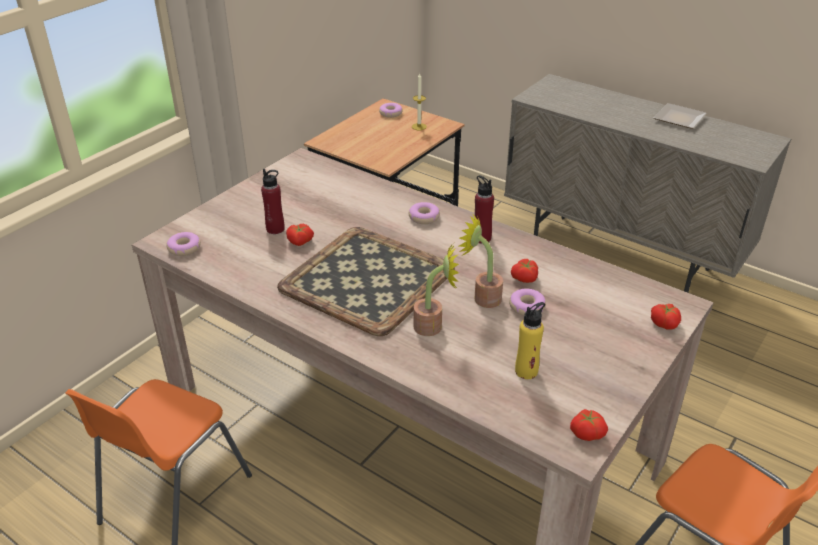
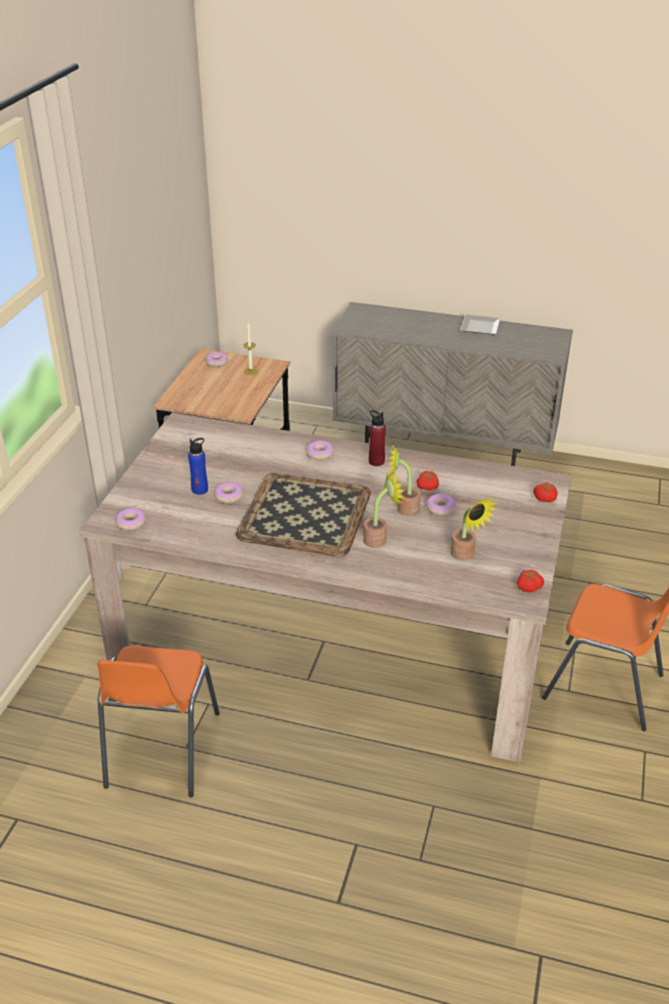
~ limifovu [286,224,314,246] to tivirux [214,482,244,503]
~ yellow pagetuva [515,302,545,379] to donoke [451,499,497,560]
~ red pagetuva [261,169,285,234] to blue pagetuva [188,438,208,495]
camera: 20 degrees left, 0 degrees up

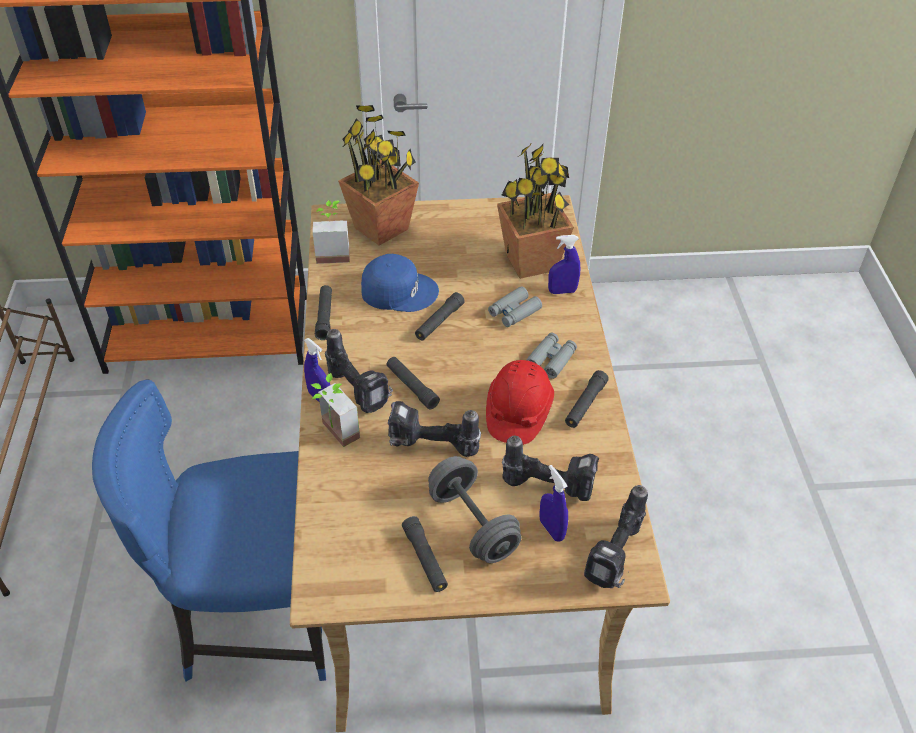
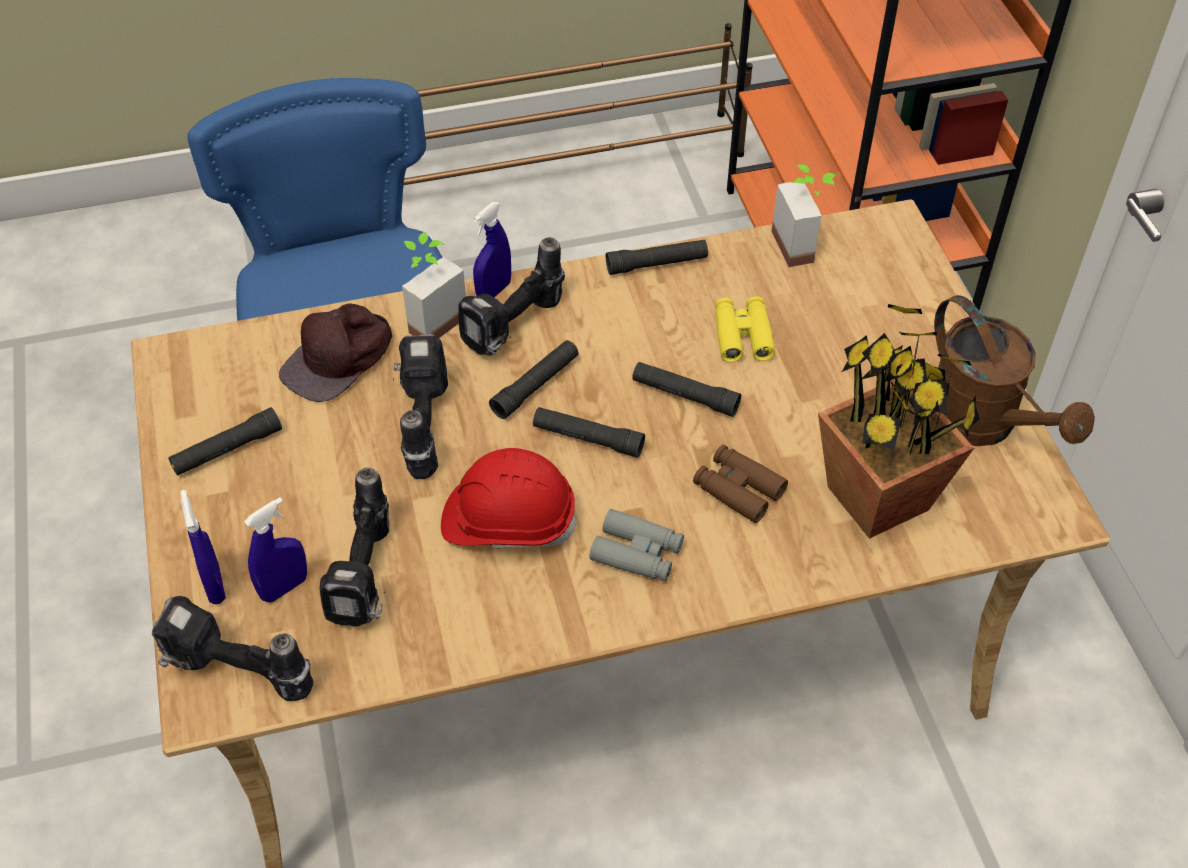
- donoke [338,105,419,246]
- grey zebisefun [428,456,521,563]
+ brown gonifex [279,303,392,402]
+ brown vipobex [934,295,1095,446]
~ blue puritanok [548,235,580,294] to [181,490,226,604]
~ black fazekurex [565,370,609,428] to [533,407,645,458]
~ blue gonifex [361,254,439,312] to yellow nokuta [715,296,775,362]
~ grey nokuta [488,286,542,327] to brown nokuta [693,445,788,523]
camera: 80 degrees right, 5 degrees up

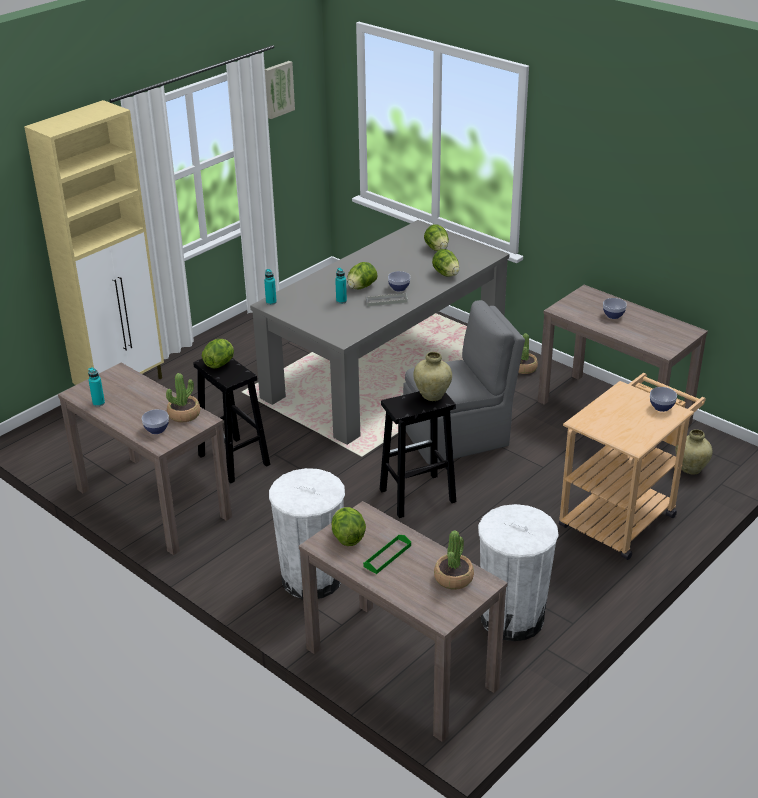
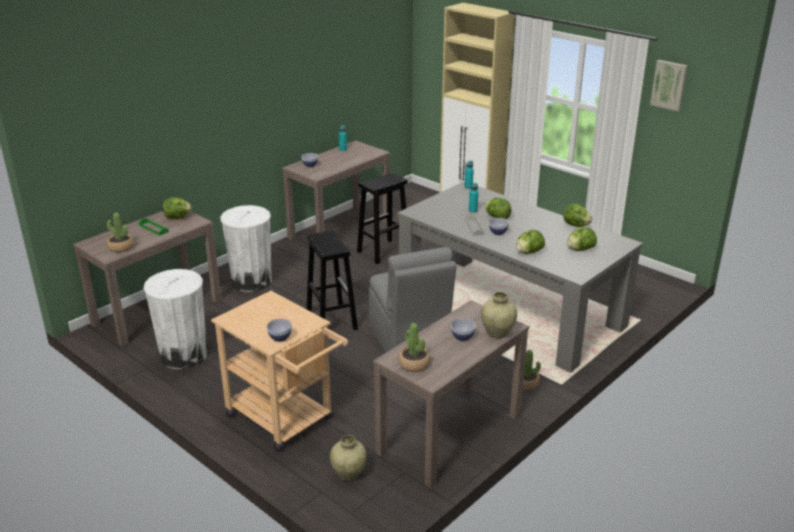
~ donoke [166,373,200,422] to [398,323,431,372]
~ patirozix [202,339,234,368] to [564,204,592,227]
~ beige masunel [413,352,452,401] to [481,292,517,339]
camera: 90 degrees right, 5 degrees down

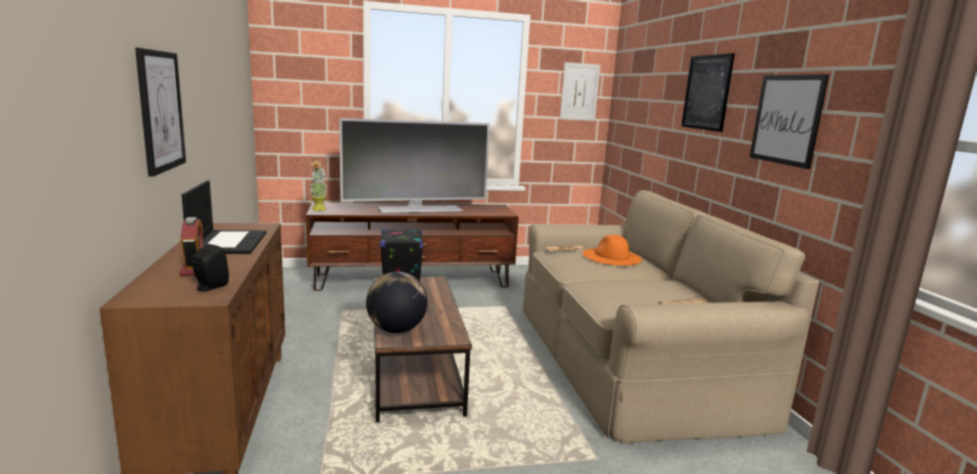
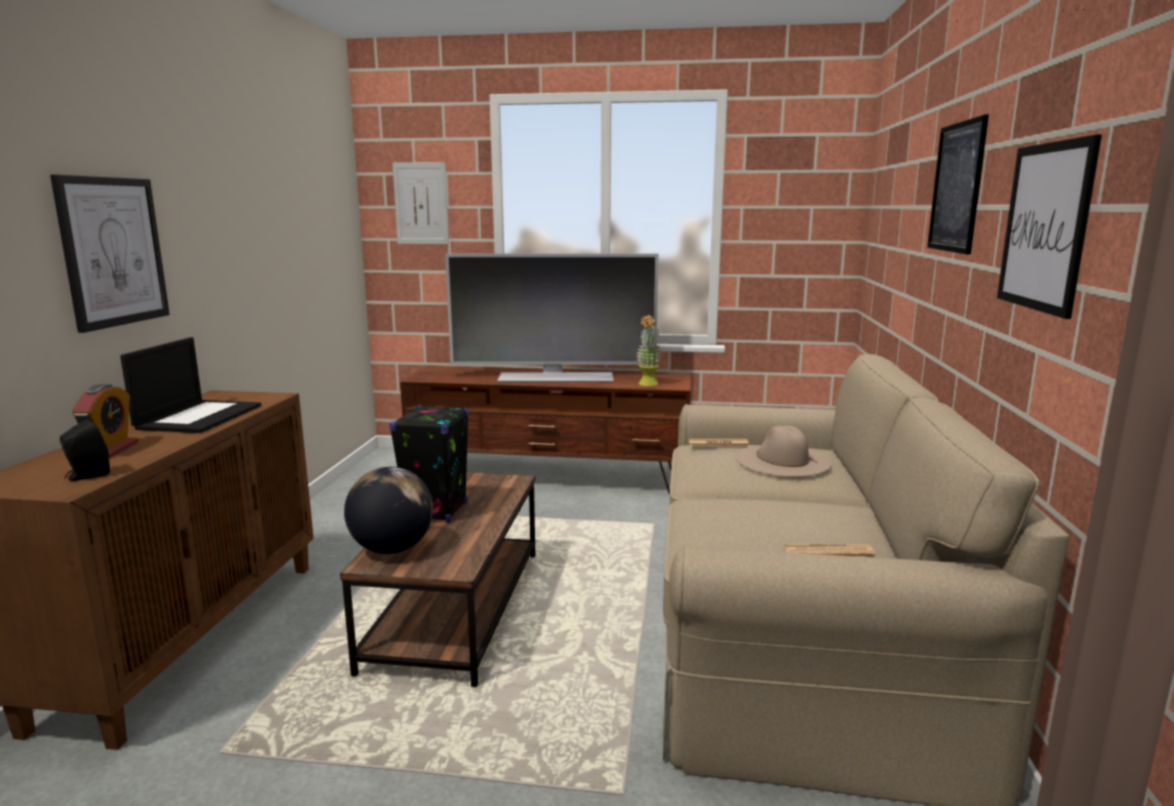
~ donoke [310,159,328,211] to [636,314,662,386]
~ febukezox [560,62,600,121] to [392,162,449,244]
~ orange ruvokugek [583,235,642,266] to beige ruvokugek [736,426,831,477]
camera: 20 degrees right, 0 degrees up

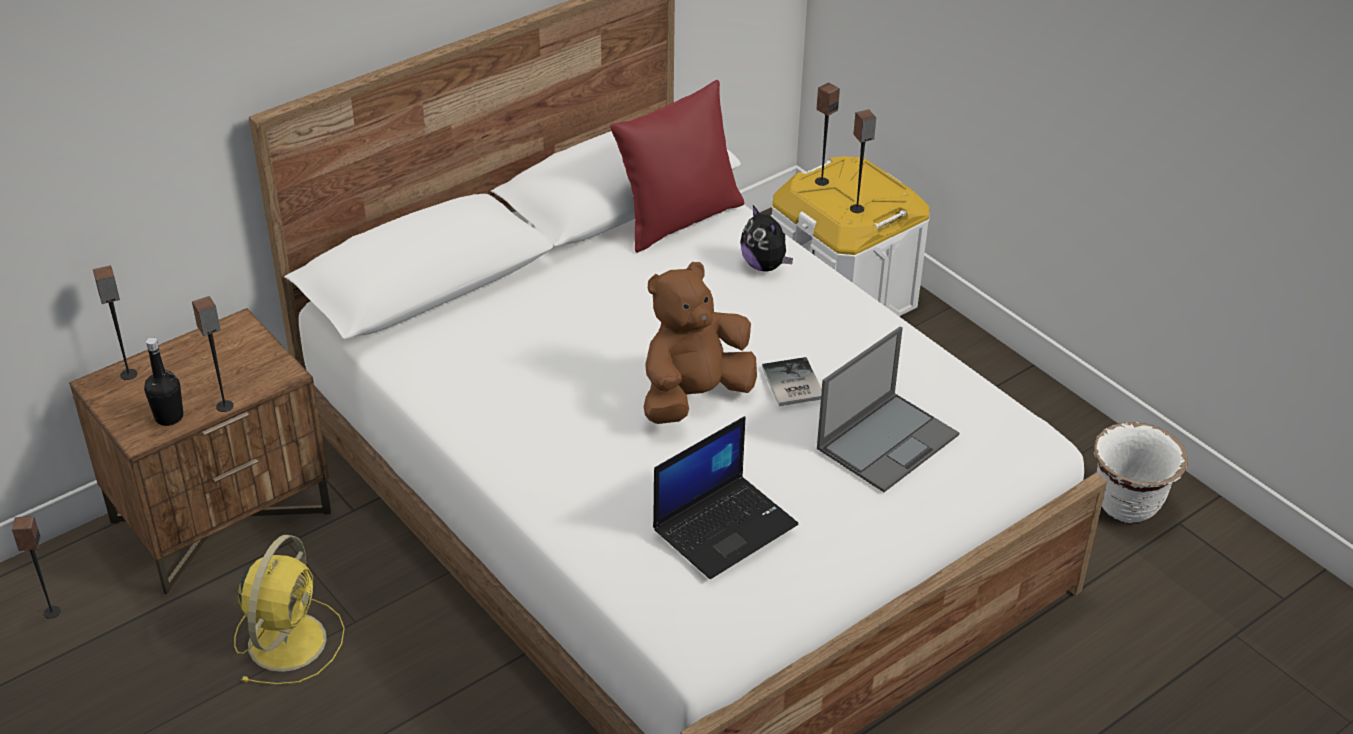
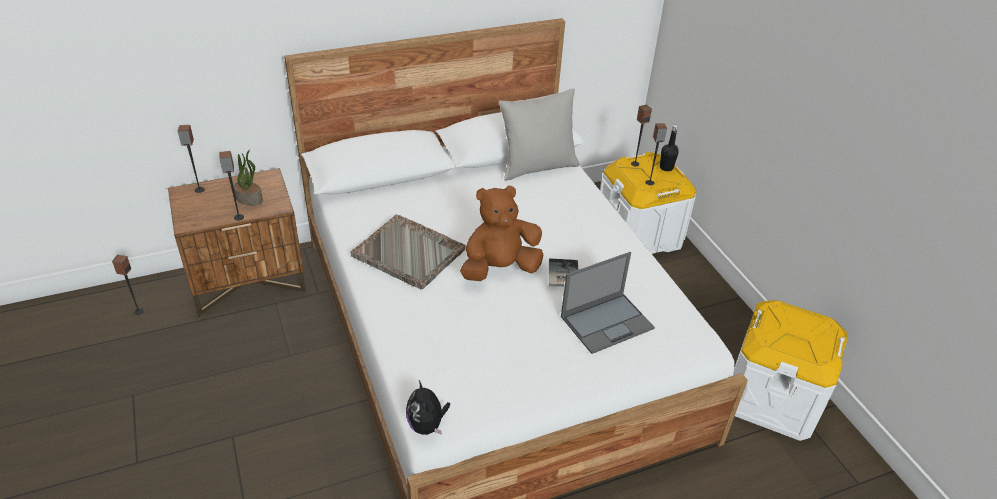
- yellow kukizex [234,535,345,685]
- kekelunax [653,416,798,579]
+ donoke [233,149,263,206]
+ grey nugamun [350,214,466,290]
~ black pagetuva [144,337,183,426] to [660,125,679,171]
~ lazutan [740,205,793,272] to [406,380,450,435]
~ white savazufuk [1093,422,1188,523] to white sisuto [733,301,847,441]
~ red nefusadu [610,80,744,253] to grey nefusadu [499,88,579,181]
camera: 15 degrees right, 0 degrees up

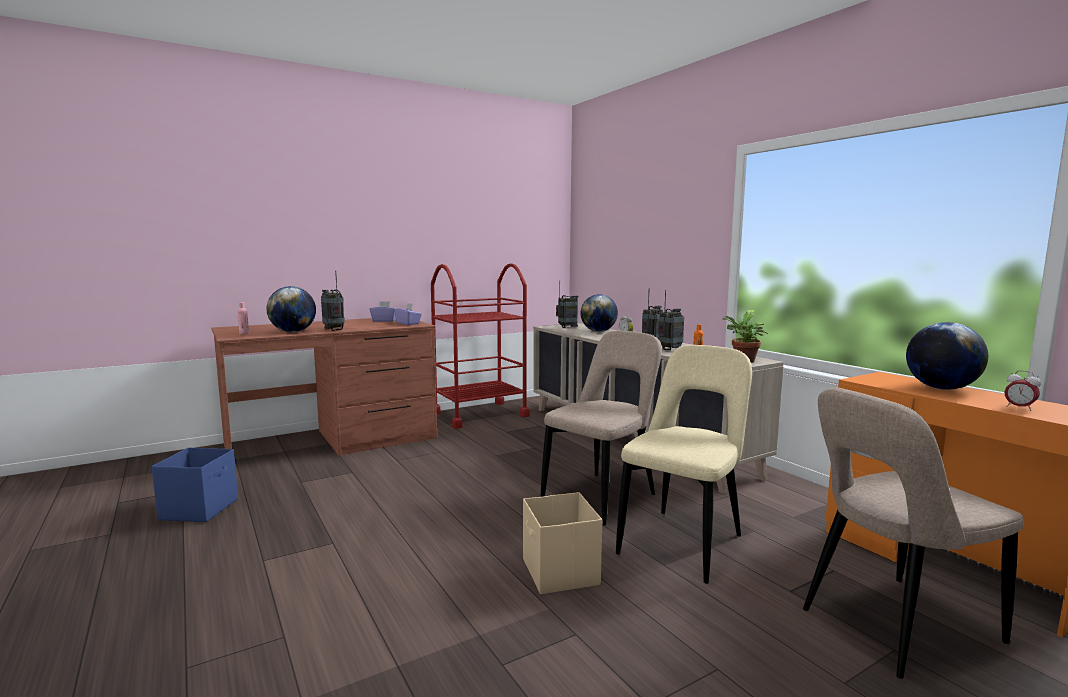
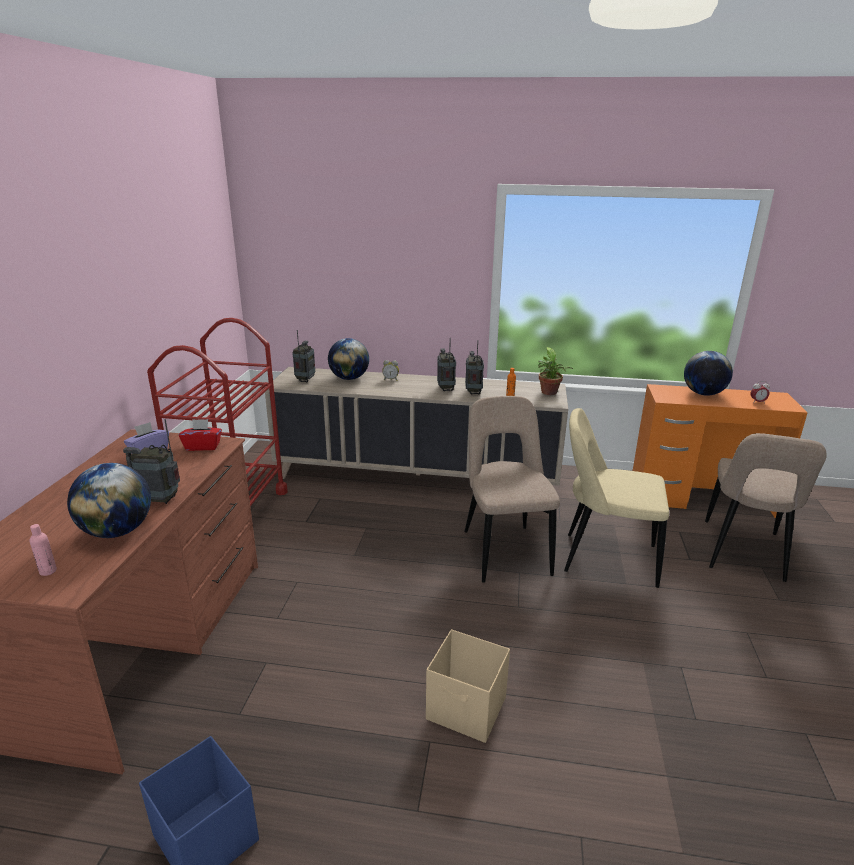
~ beige sisuto [523,492,602,594] to [426,629,510,743]
~ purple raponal [394,303,422,325] to red raponal [179,419,222,451]
~ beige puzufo [616,345,752,584] = [564,408,669,588] 60 degrees counterclockwise
camera: 50 degrees left, 15 degrees up

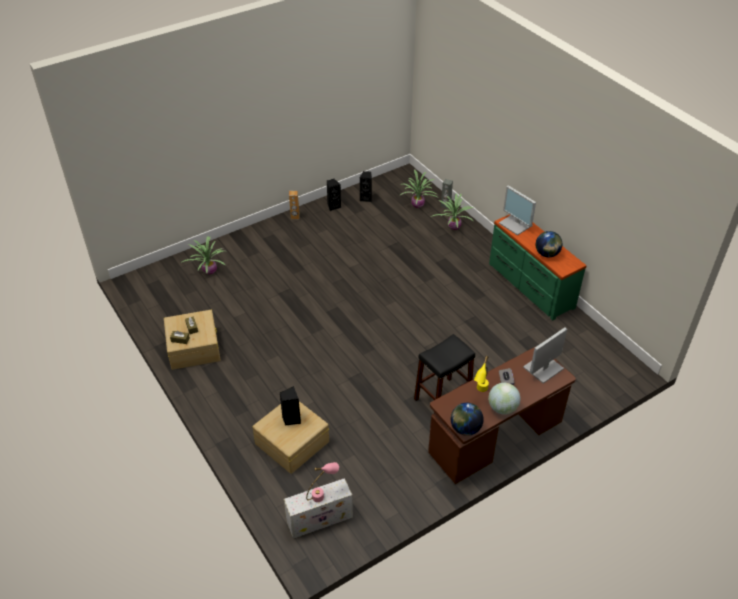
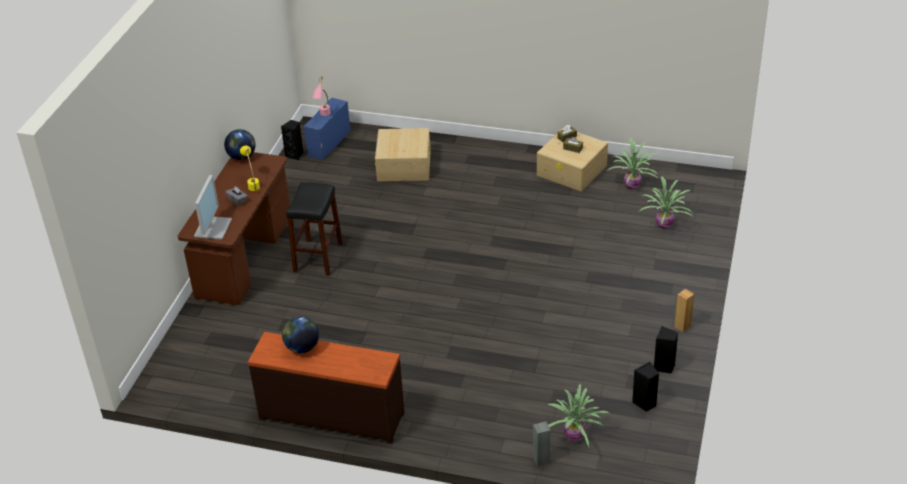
- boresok [488,383,521,415]
- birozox [499,185,536,236]
~ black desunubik [280,386,301,426] to [281,120,304,160]
~ donoke [431,193,474,230] to [607,138,658,189]
~ white sisuto [284,478,353,539] to blue sisuto [304,98,351,160]
~ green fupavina [489,214,587,320] to brown fupavina [248,332,405,444]
camera: 140 degrees right, 5 degrees down

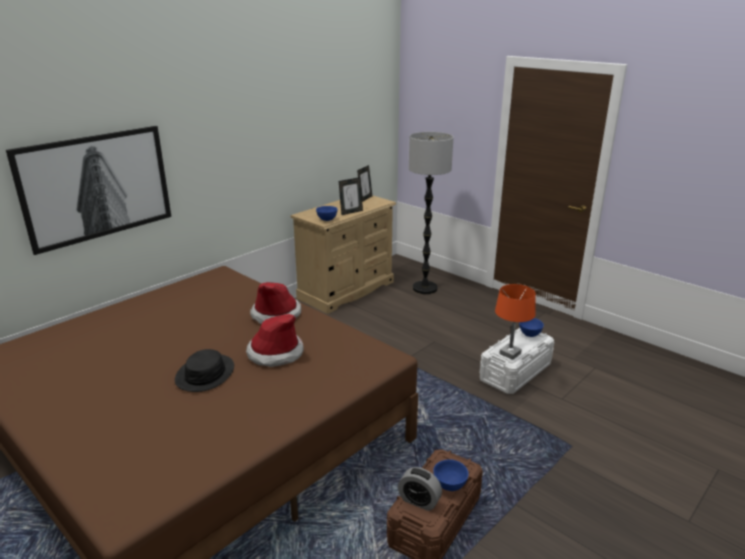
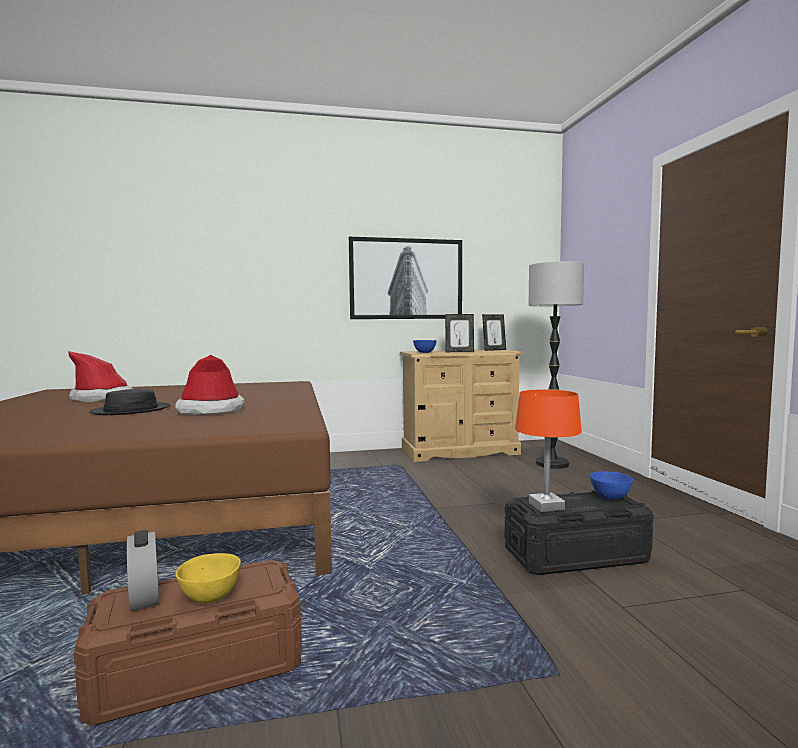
~ febukezox [6,126,171,255] to [349,237,462,319]
~ ruvokugek [250,282,301,324] to [68,351,133,402]
~ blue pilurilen [433,459,469,491] to yellow pilurilen [175,553,241,603]
~ white sisuto [480,328,554,394] to black sisuto [505,490,653,575]
camera: 35 degrees right, 20 degrees down

